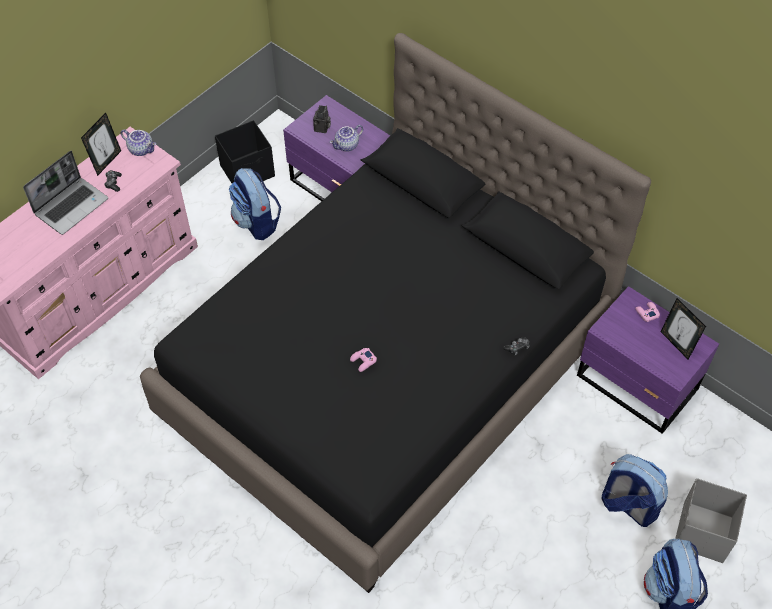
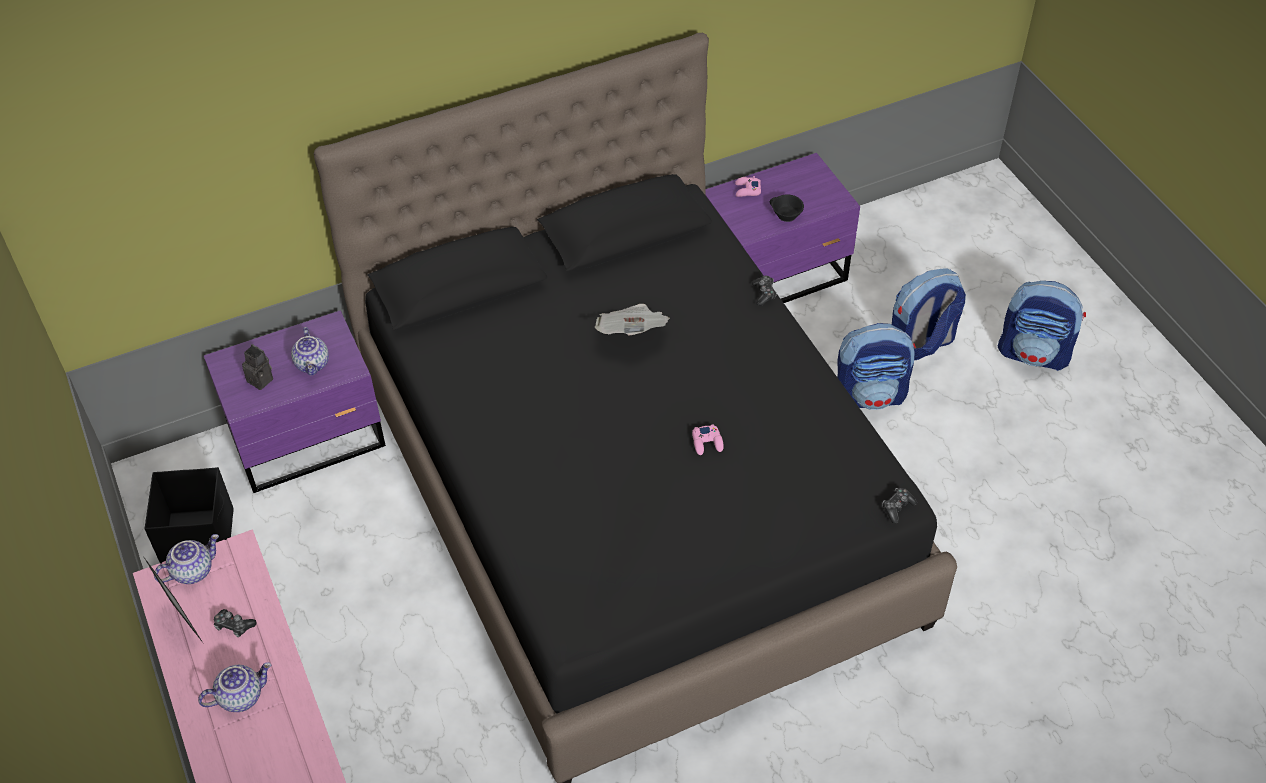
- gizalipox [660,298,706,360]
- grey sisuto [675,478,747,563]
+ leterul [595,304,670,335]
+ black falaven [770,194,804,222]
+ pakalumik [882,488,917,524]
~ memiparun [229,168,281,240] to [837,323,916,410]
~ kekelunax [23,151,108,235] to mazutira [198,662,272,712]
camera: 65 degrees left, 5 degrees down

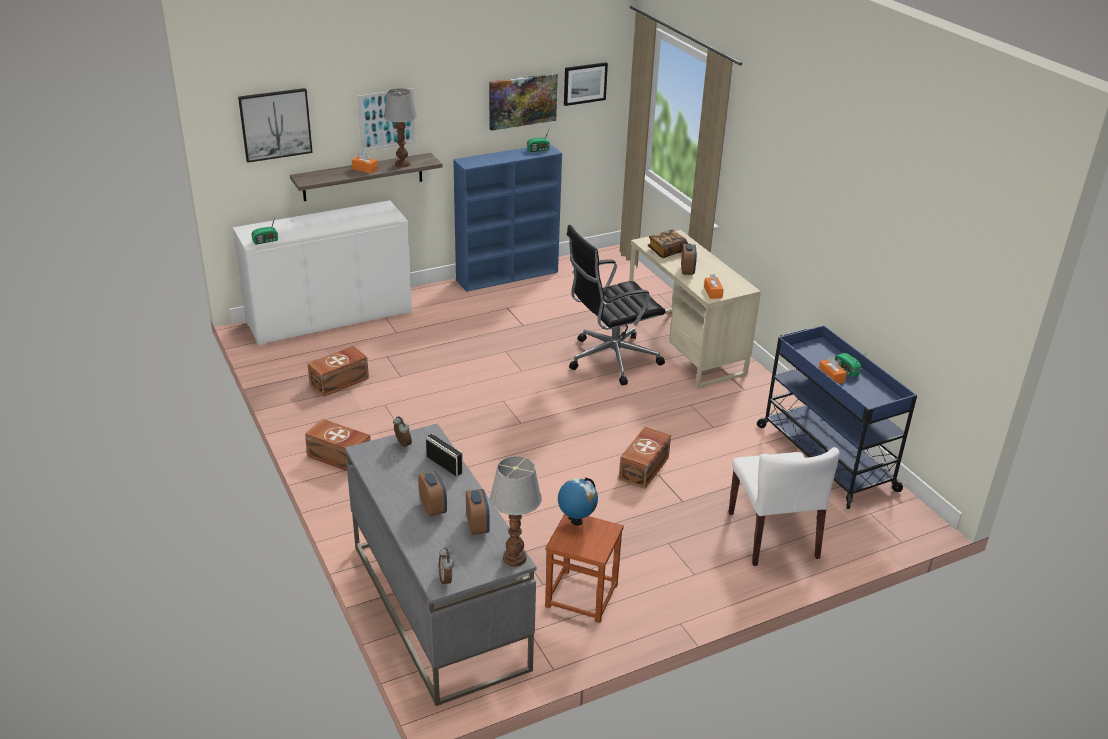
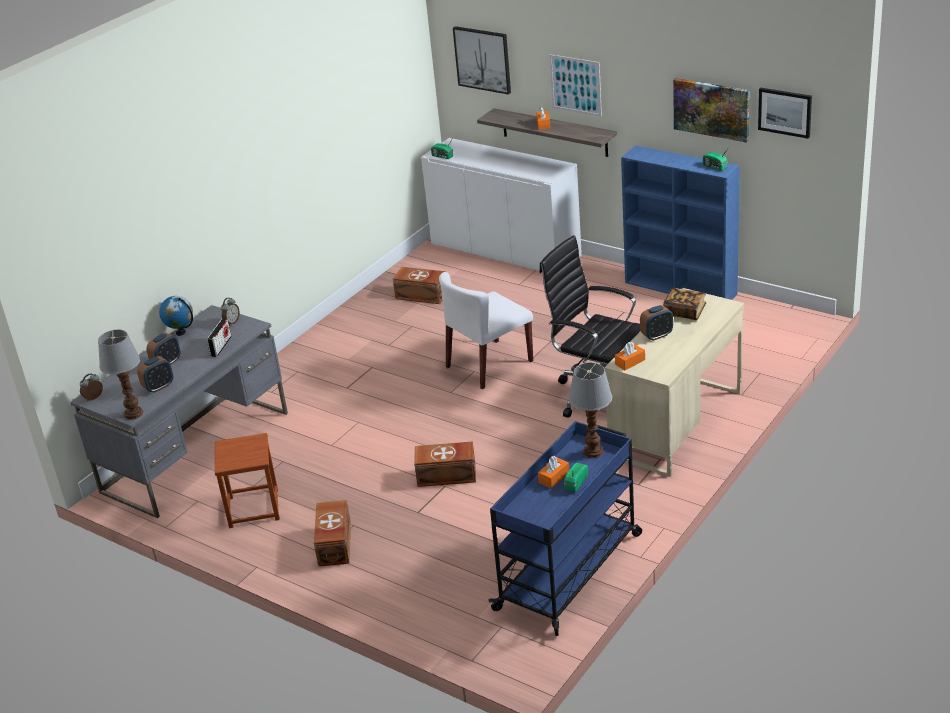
~ brown sisuto [305,419,371,471] to [314,500,351,567]
~ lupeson [384,88,417,168] to [569,362,613,458]
~ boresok [558,477,598,526] to [159,296,193,336]
~ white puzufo [728,447,840,566] to [439,272,533,389]
camera: 65 degrees right, 0 degrees up

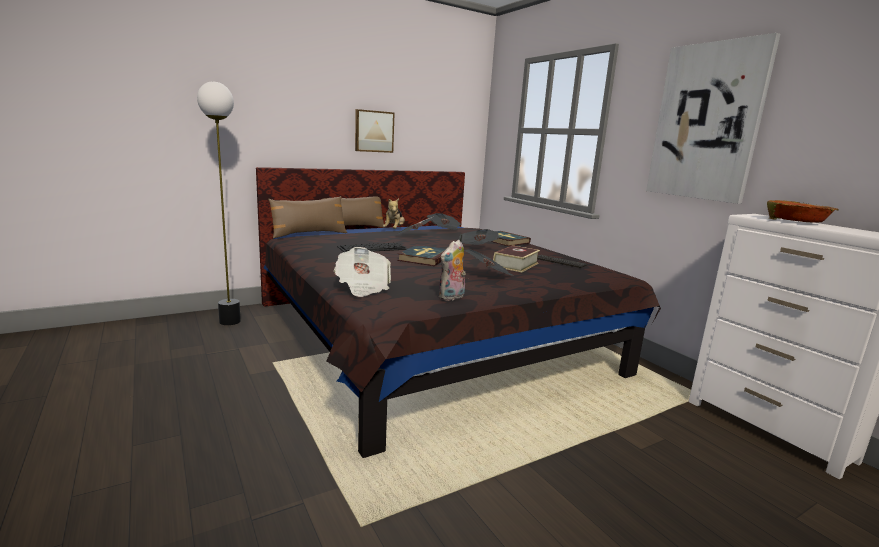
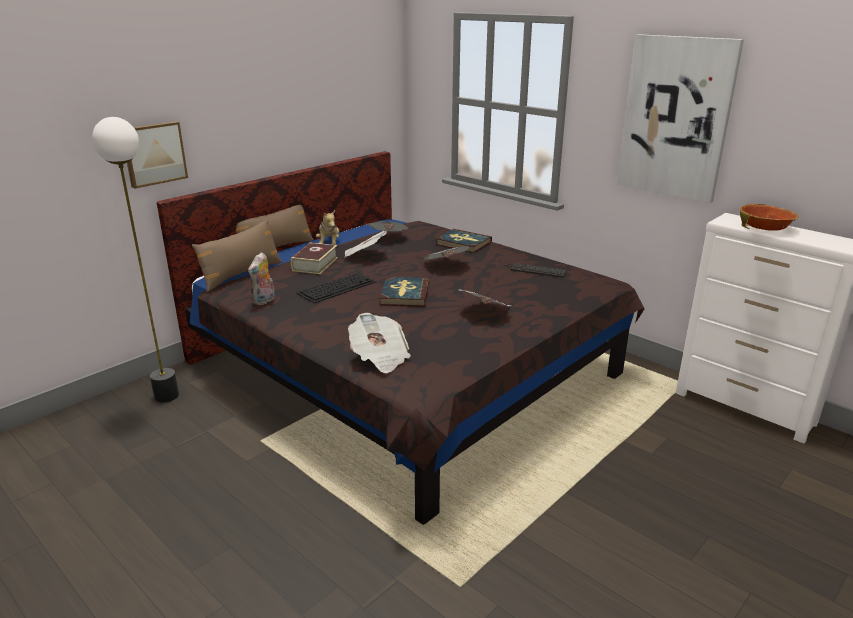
~ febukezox [355,109,395,153] to [127,121,188,189]
~ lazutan [438,240,466,301] to [248,252,275,305]
~ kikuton [493,245,540,272] to [291,243,338,274]
camera: 15 degrees left, 10 degrees up

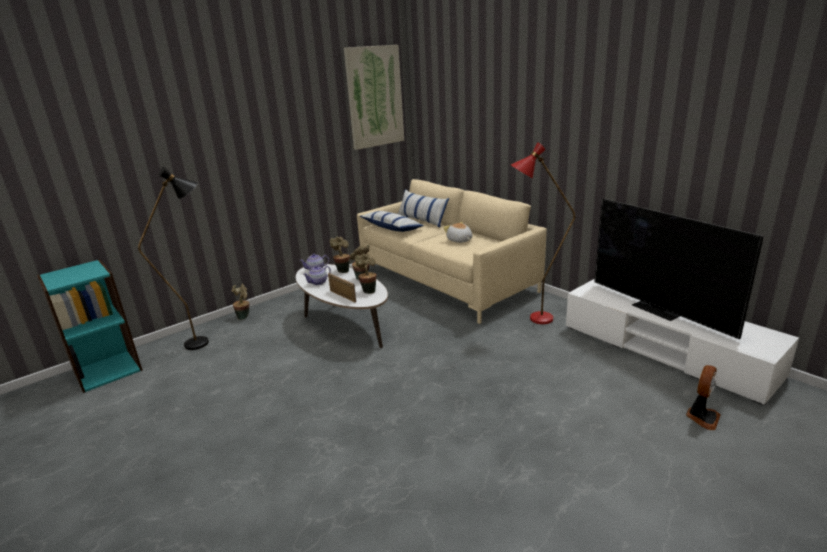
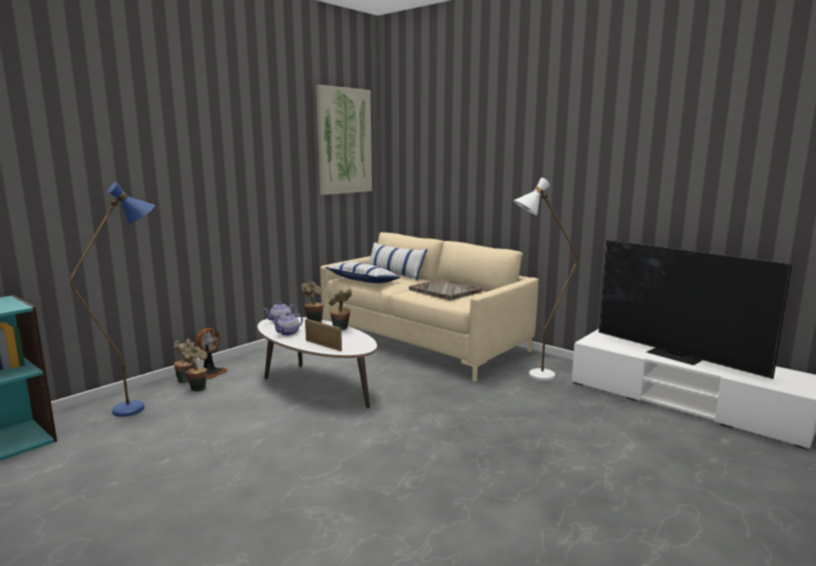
~ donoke [355,254,377,294] to [181,346,207,392]
~ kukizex [686,365,721,430] to [196,328,228,379]
~ lazutan [443,222,472,243] to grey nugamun [409,279,482,300]
~ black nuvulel [138,166,209,350] to blue nuvulel [70,182,155,417]
~ red nuvulel [511,142,575,324] to white nuvulel [513,178,578,381]
camera: 10 degrees left, 10 degrees down

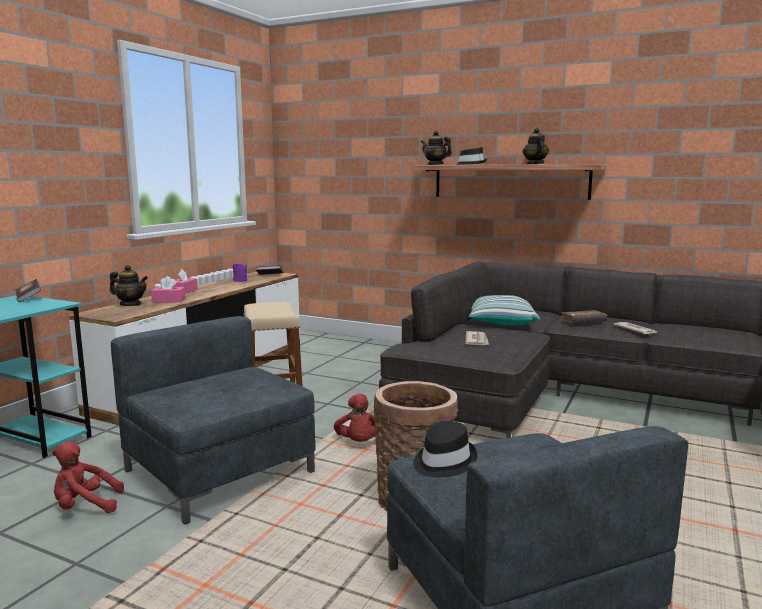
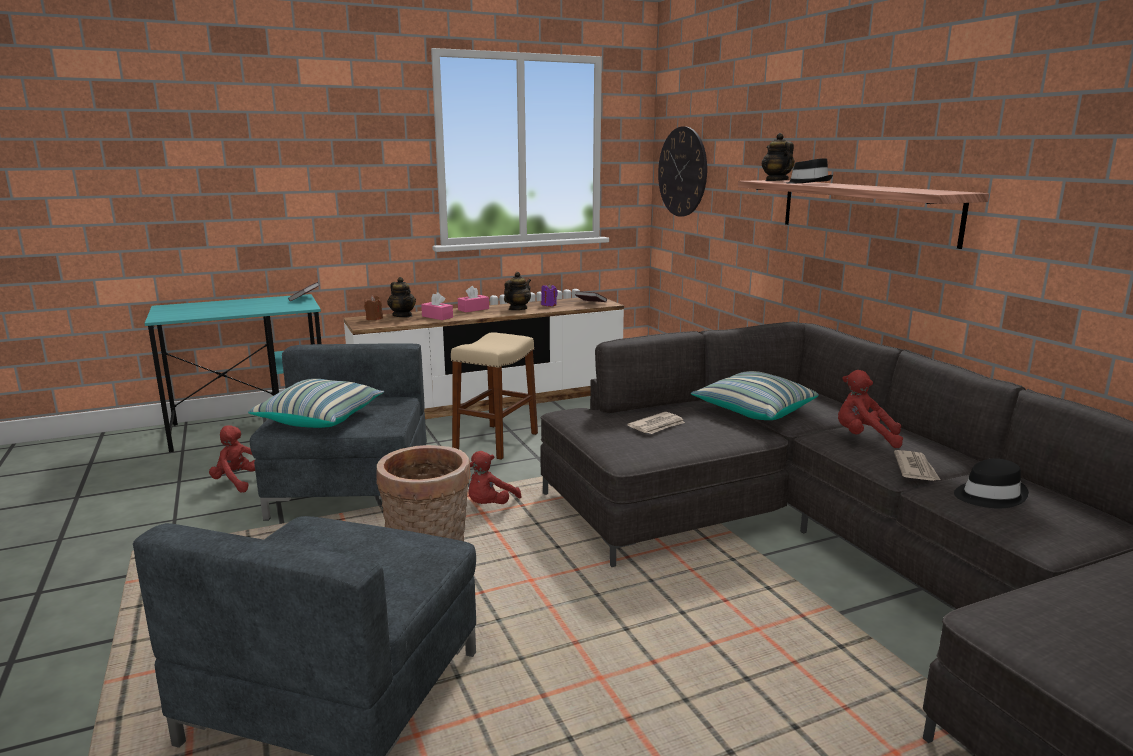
+ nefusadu [248,379,384,428]
+ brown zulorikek [364,295,383,320]
+ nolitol [658,126,707,217]
~ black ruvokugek [413,421,477,477] to [954,458,1029,508]
~ mazutira [523,128,549,165] to [504,272,531,310]
~ brown kikuton [561,310,607,323] to red lazutan [838,370,903,448]
camera: 40 degrees right, 5 degrees up

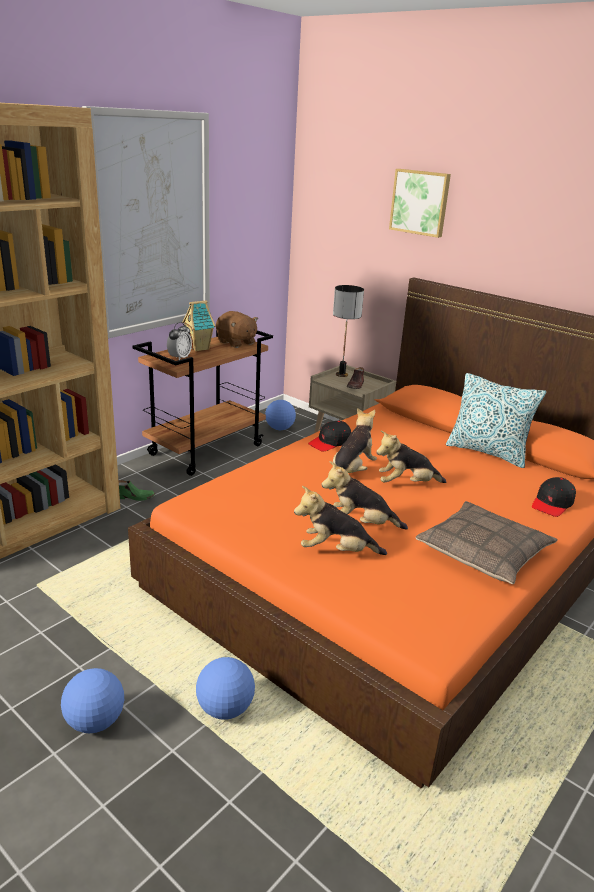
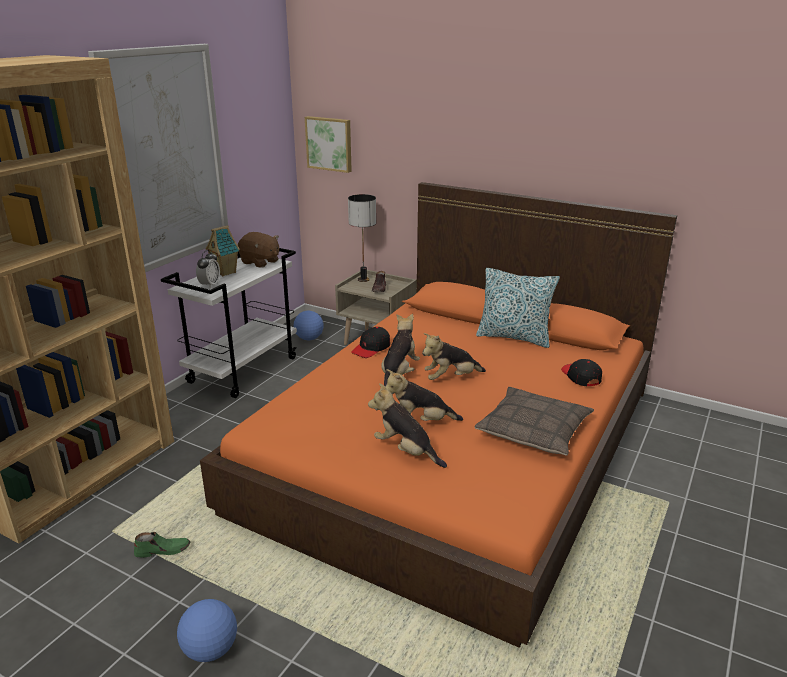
- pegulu [196,657,255,720]
~ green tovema [118,480,155,501] to [134,532,191,558]
~ febukezox [389,169,451,238] to [305,116,352,173]
~ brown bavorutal [132,330,273,476] to white bavorutal [161,248,297,398]
~ lazutan [294,486,387,555] = [368,383,447,468] 45 degrees clockwise
~ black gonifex [532,477,576,517] = [561,359,602,386] 135 degrees clockwise
camera: 10 degrees left, 0 degrees up

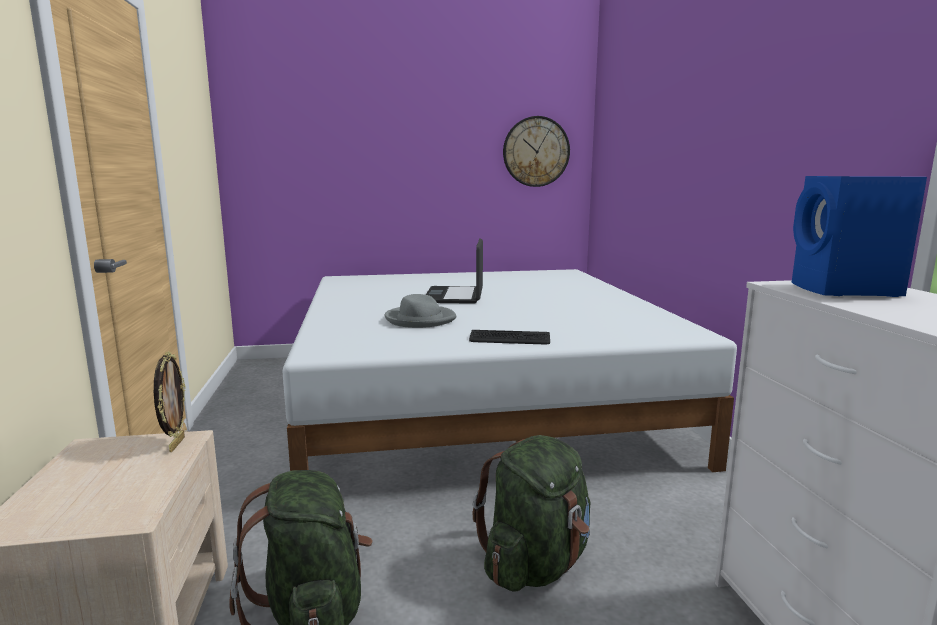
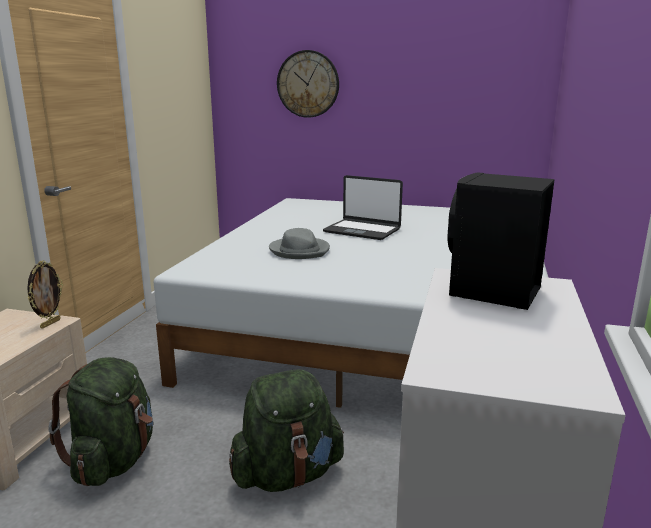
- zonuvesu [469,330,550,344]
~ nolitol [503,116,570,187] to [277,50,339,118]
~ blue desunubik [792,176,927,297] to black desunubik [447,172,555,310]
~ kekelunax [426,238,483,304] = [323,175,403,240] 90 degrees counterclockwise
camera: 25 degrees right, 5 degrees up

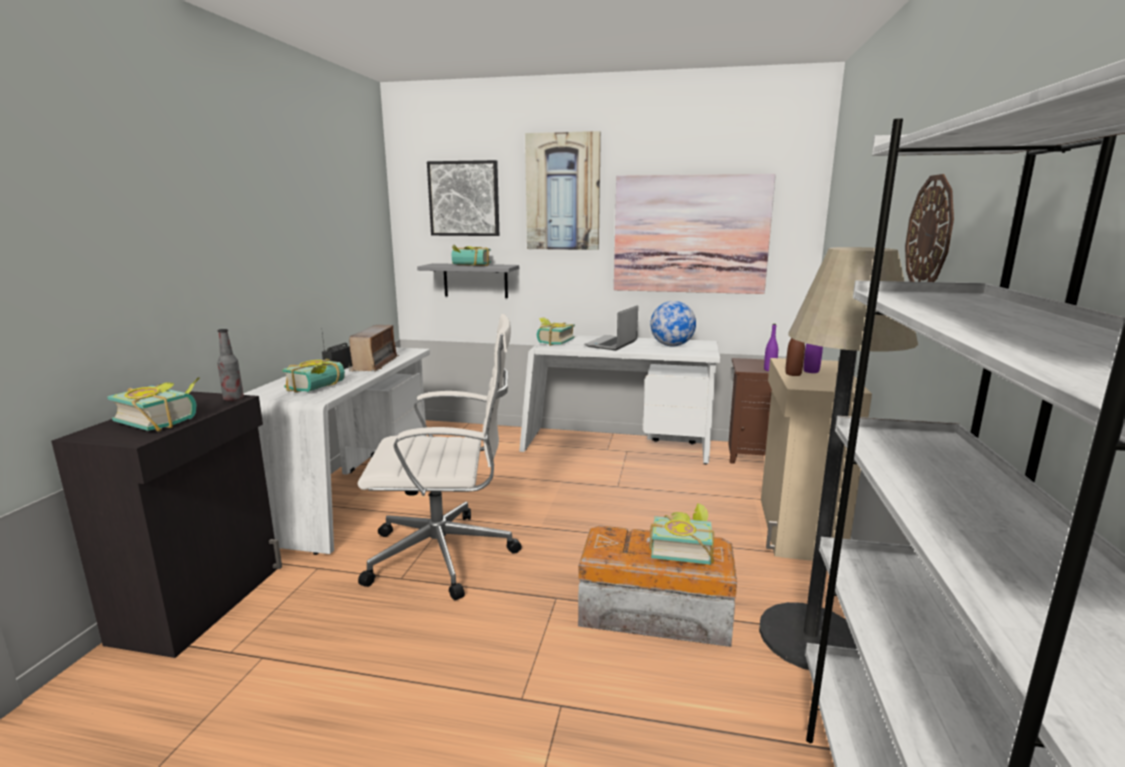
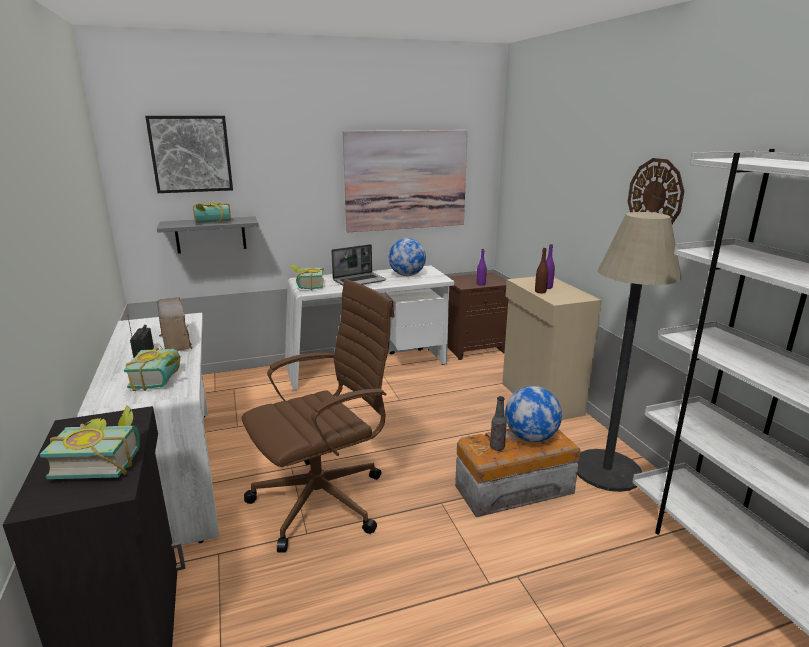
- febukezox [525,131,601,250]
~ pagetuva [217,329,244,401] to [490,396,507,451]
~ kikuton [650,503,715,565] to boresok [505,386,562,442]
~ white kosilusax [358,314,522,600] to brown kosilusax [242,279,395,552]
~ kekelunax [584,305,638,350] = [331,244,386,285] 120 degrees counterclockwise
camera: 30 degrees left, 5 degrees up

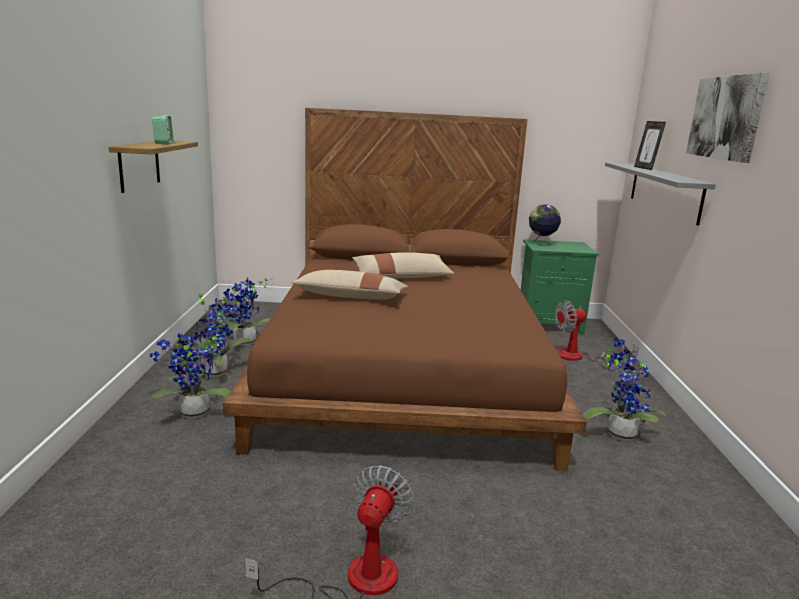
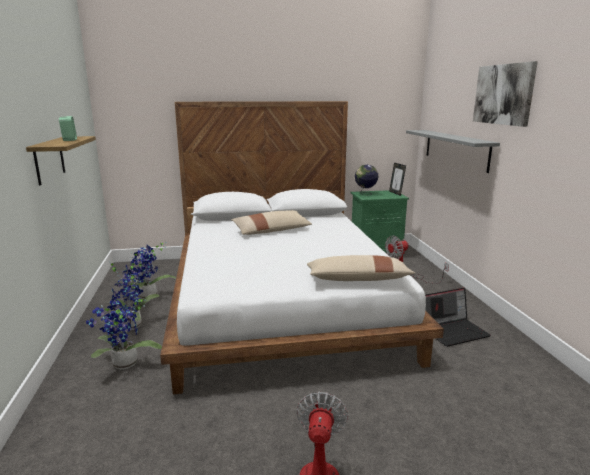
~ beige nefusadu [291,270,408,300] to [307,255,415,281]
~ gizalipox [634,121,666,170] to [389,163,406,196]
~ donoke [583,337,667,441] to kekelunax [425,287,491,347]
~ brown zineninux [223,108,587,471] to white zineninux [160,101,444,395]
camera: 10 degrees left, 0 degrees up

